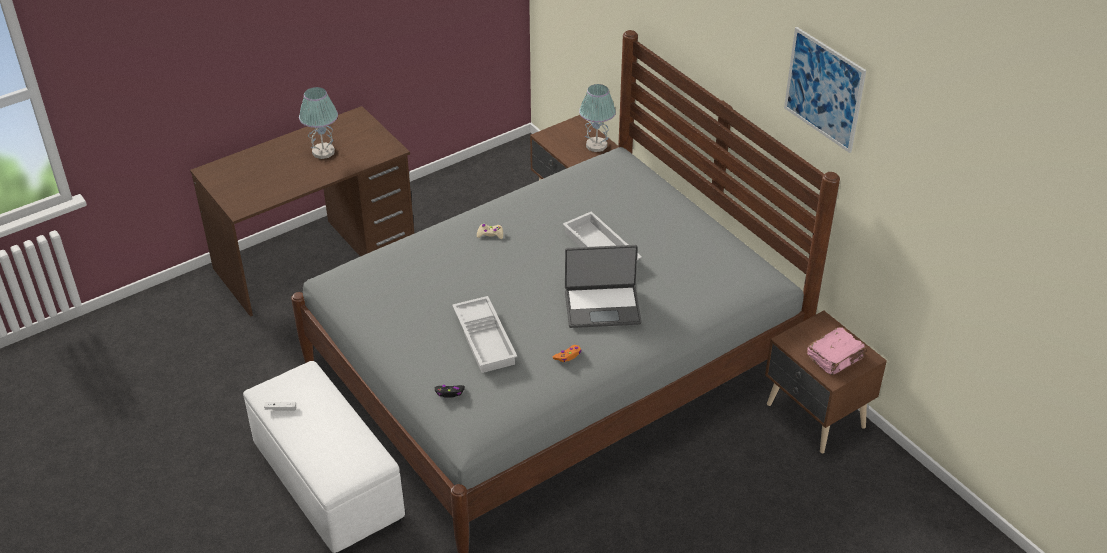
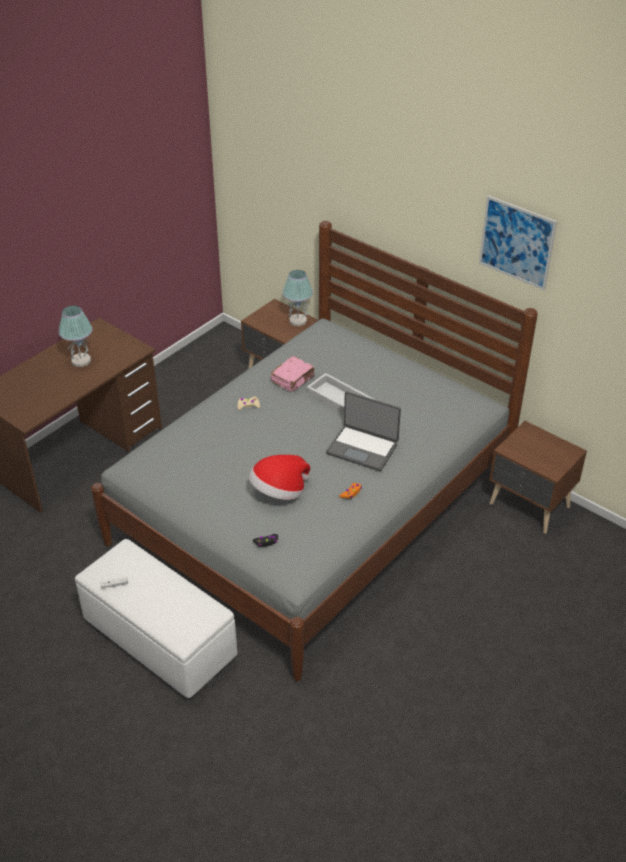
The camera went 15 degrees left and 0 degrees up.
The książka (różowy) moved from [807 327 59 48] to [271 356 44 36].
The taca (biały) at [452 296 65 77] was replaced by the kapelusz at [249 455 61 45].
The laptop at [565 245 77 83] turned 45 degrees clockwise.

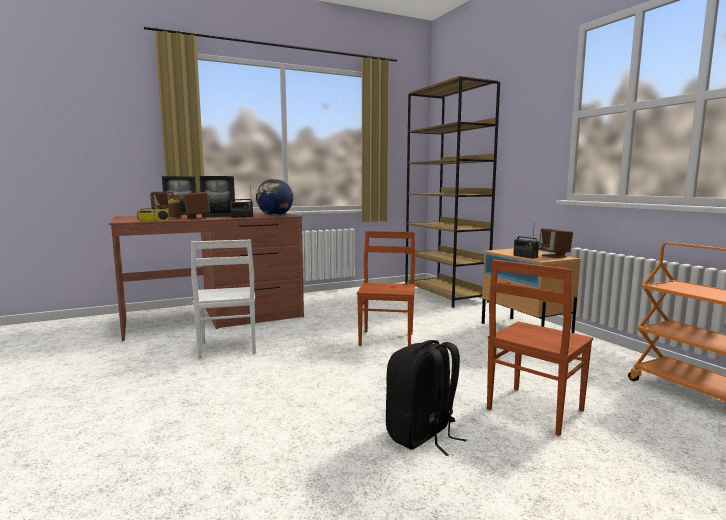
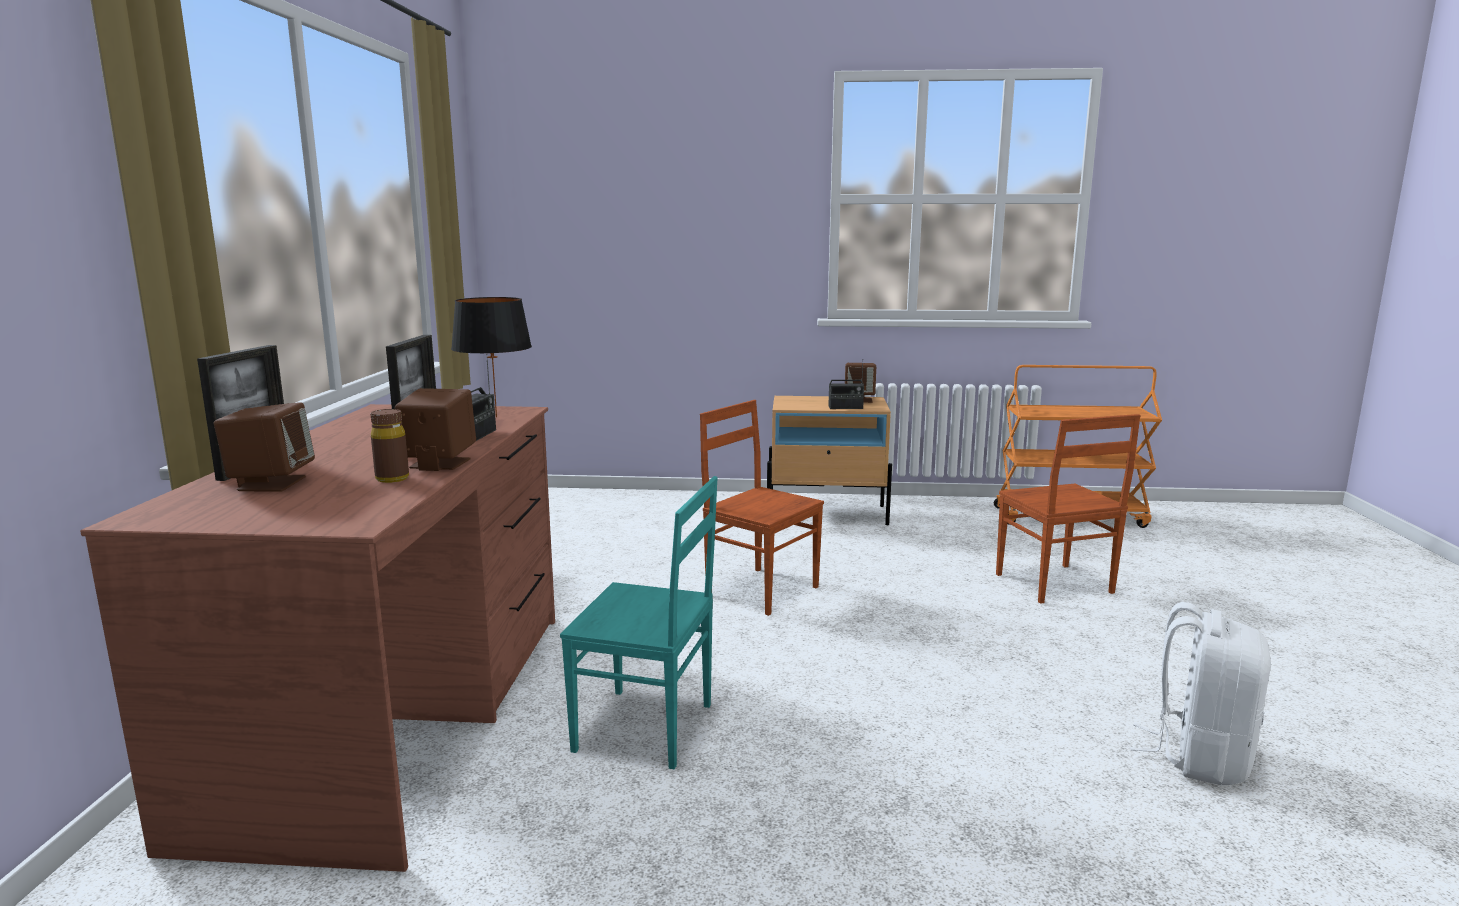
The camera went 60 degrees left and 5 degrees up.
The radio at [137 193 32 28] disappeared.
The plecak (czarny) at [386 340 81 116] disappeared.
The regał (brązowy) at [405 76 95 232] disappeared.
The plecak (biały) at [1130 602 141 183] appeared.
The globus at [256 179 37 37] was replaced by the lampa stołowa (czarny) at [451 297 81 120].
The krzesło (biały) at [191 240 65 119] became the krzesło (turkusowy) at [560 476 158 293].

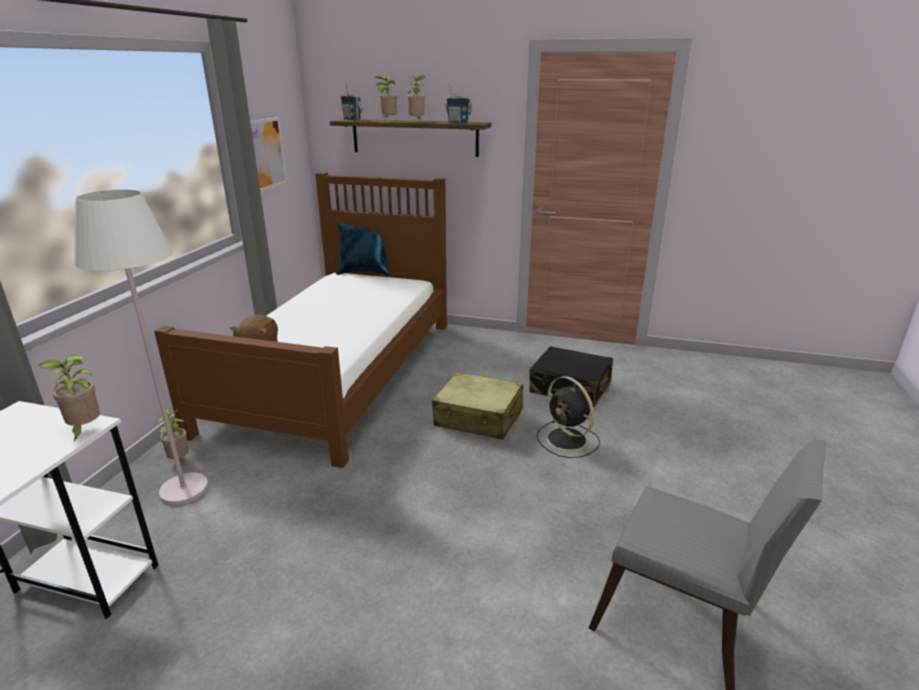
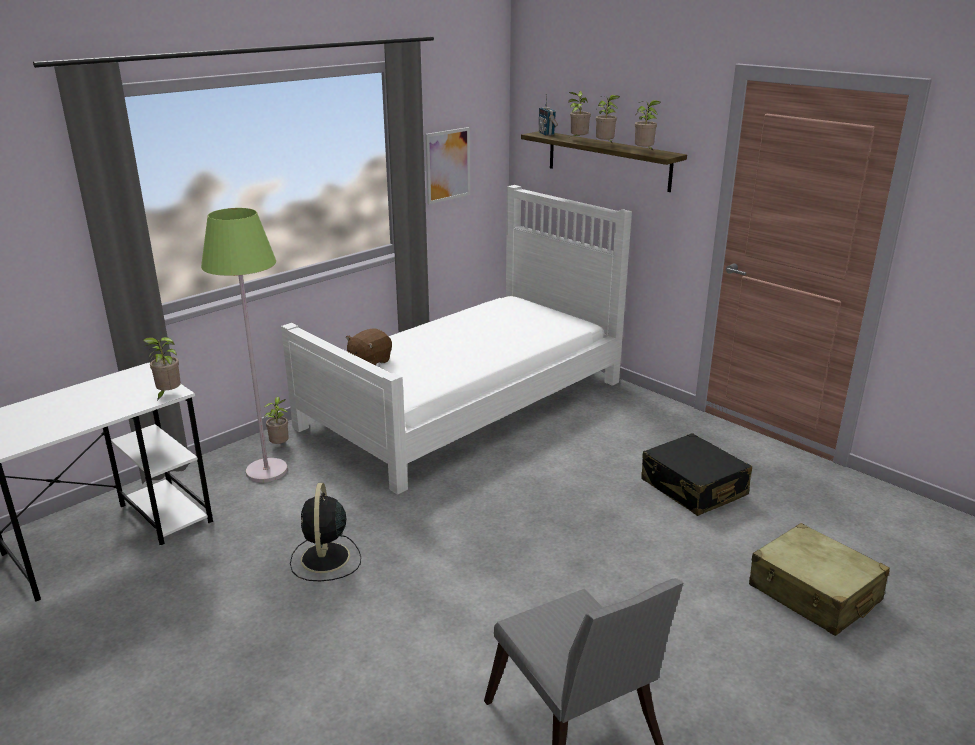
The camera went 30 degrees right and 0 degrees up.
The poduszka (niebieski) at [336 223 54 52] disappeared.
The walizka (beżowy) moved from [432 372 91 68] to [749 523 141 113].
The wentylator (czarny) moved from [537 376 63 82] to [290 483 71 98].
The radio at [445 84 27 39] was replaced by the roślina doniczkowa at [635 100 26 50].
The lampa stojąca (biały) at [74 190 134 315] became the lampa stojąca (zielony) at [201 208 86 275].
The łóżko (brązowy) at [154 172 293 296] became the łóżko (biały) at [281 185 351 310].

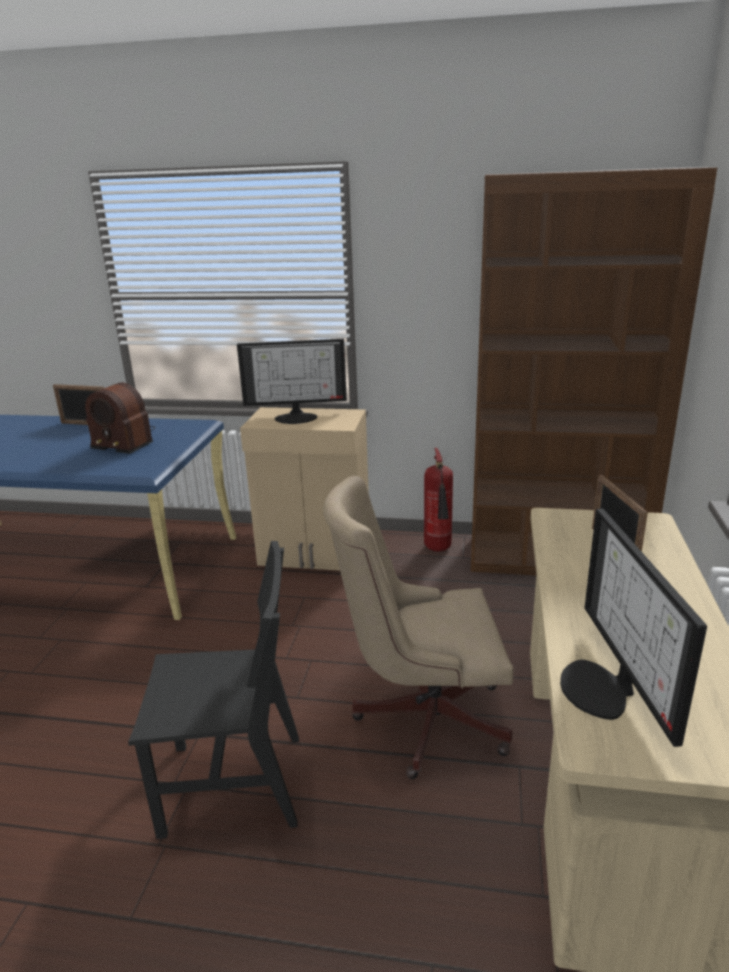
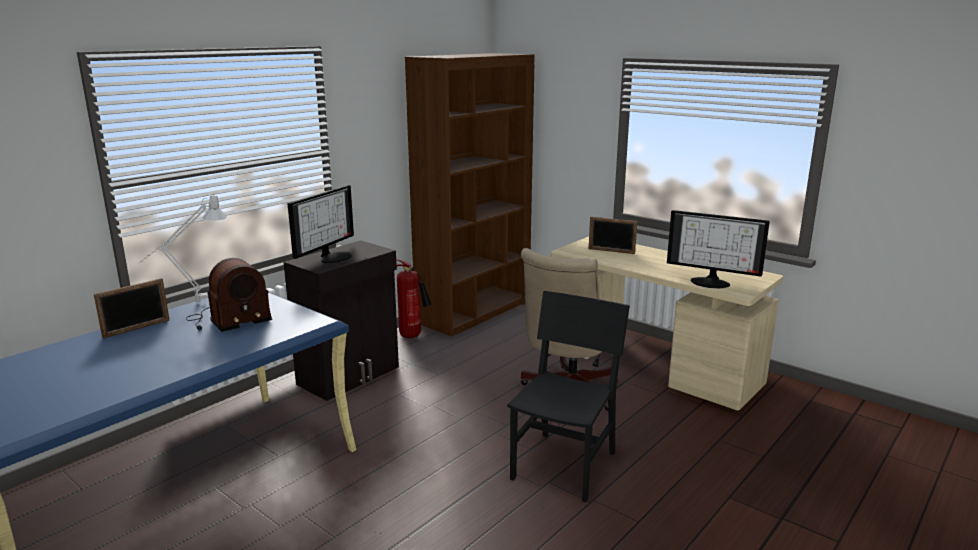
The camera went 60 degrees left and 5 degrees down.
The lampa stołowa (szary) at [138 194 89 108] appeared.
The szafka (beżowy) at [240 407 129 164] became the szafka (czarny) at [284 240 115 161].

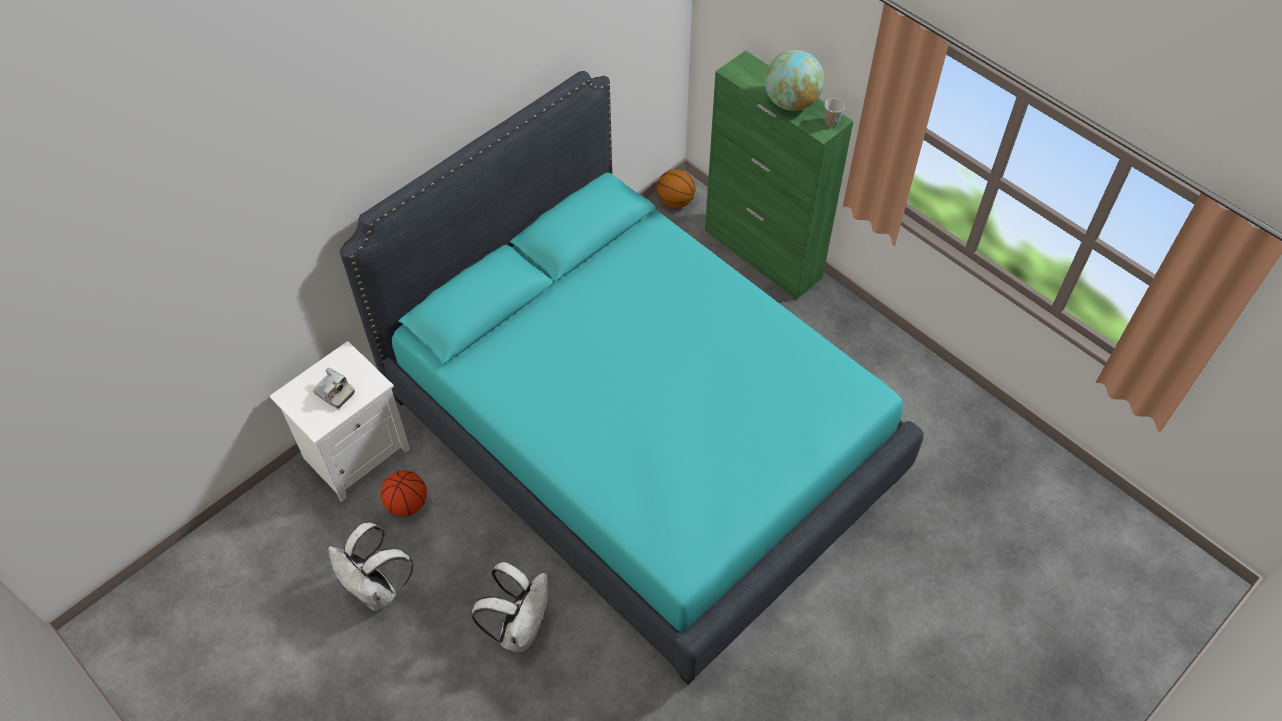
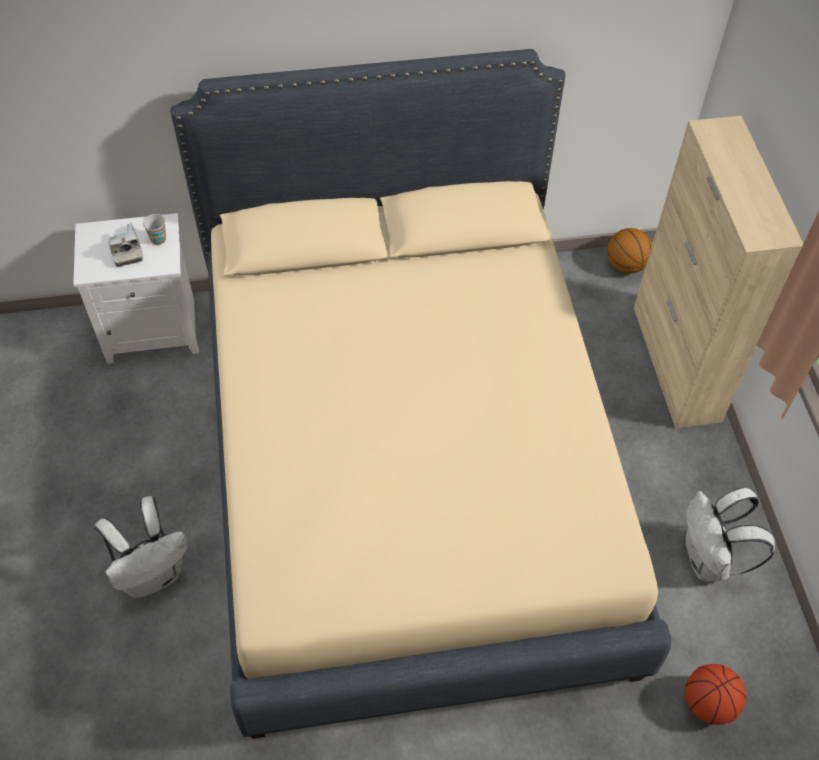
The camera went 35 degrees right and 0 degrees up.
The globus at [765 50 60 61] disappeared.
The plecak (biały) moved from [328 523 85 88] to [686 487 89 95].
The piłka do koszykówki moved from [381 470 46 46] to [685 664 61 61].
The filiżanka moved from [825 98 20 29] to [143 214 23 31].
The łóżko (turkusowy) at [340 71 584 614] became the łóżko (beżowy) at [170 49 501 690].
The szafka (zielony) at [705 50 149 250] became the szafka (beżowy) at [634 116 169 312].

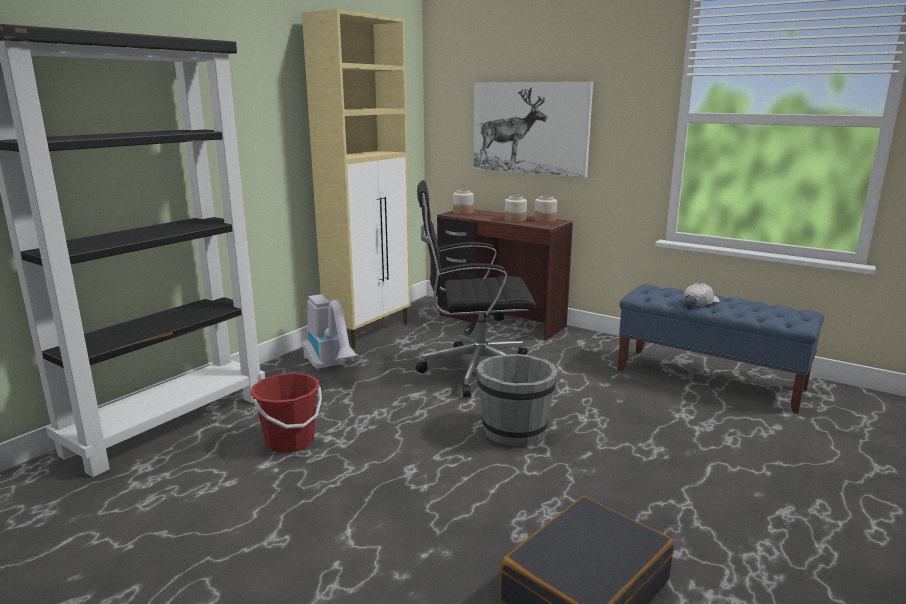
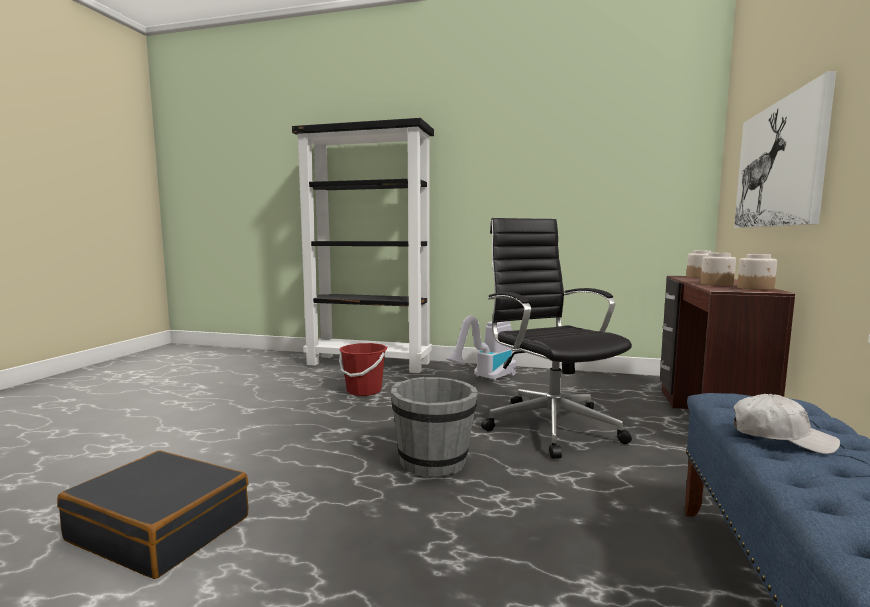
The camera went 70 degrees right and 10 degrees down.
The szafka (beżowy) at [302 9 109 339] disappeared.

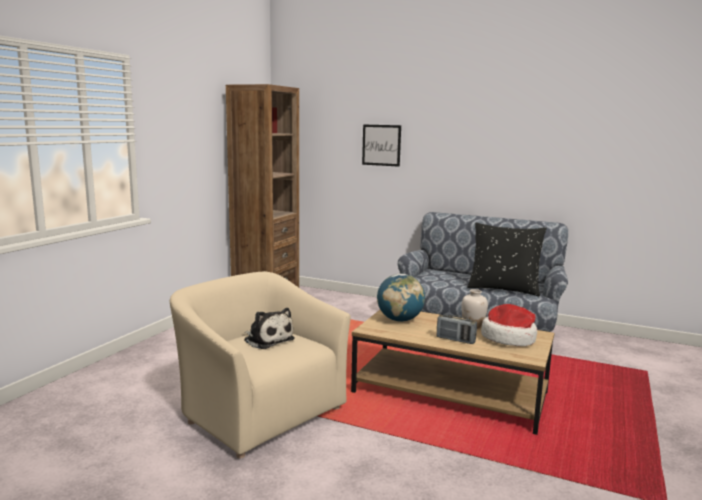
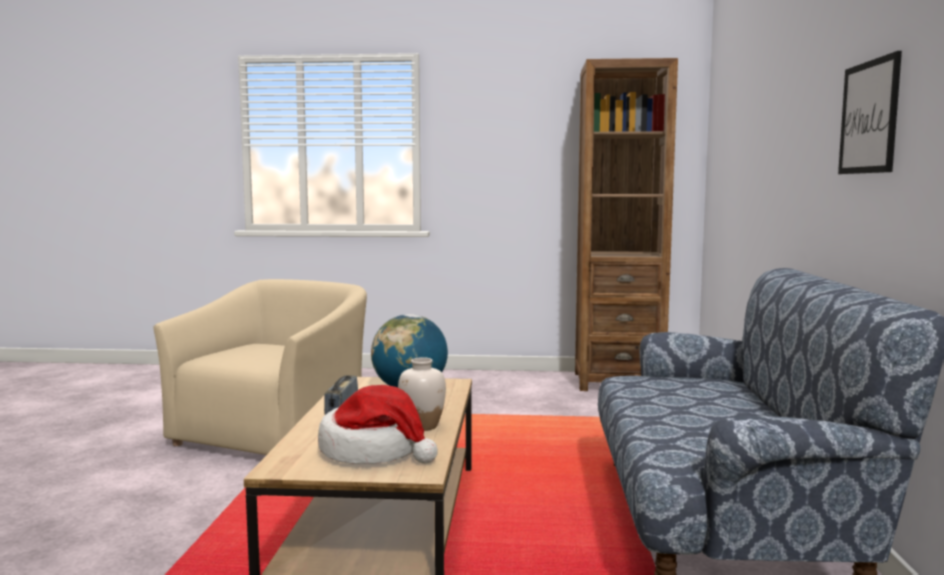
The camera went 70 degrees right and 5 degrees down.
The pluszak at [244 308 51 41] disappeared.
The poduszka (czarny) at [467 223 80 73] disappeared.
The obraz moved from [362 125 39 42] to [838 51 64 123].

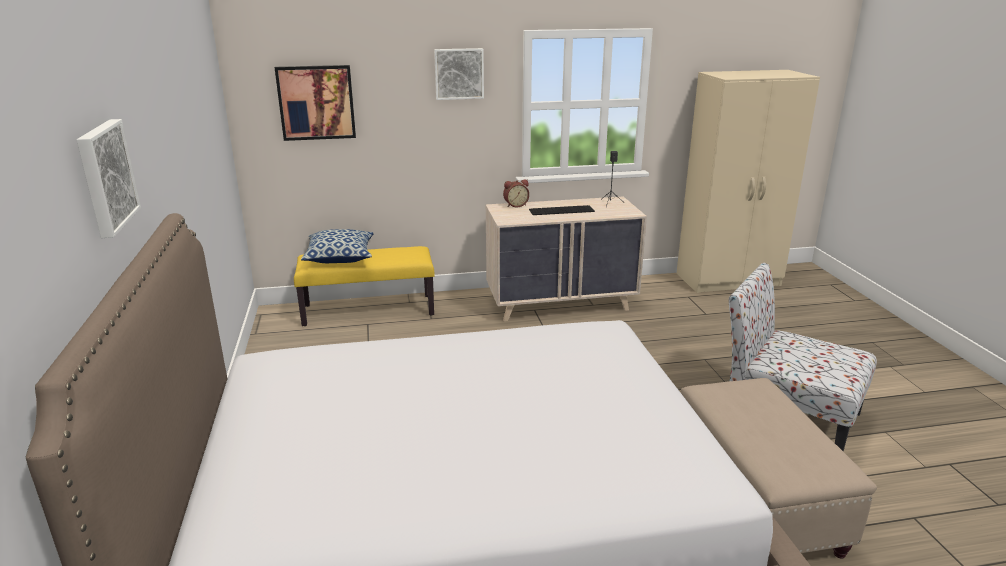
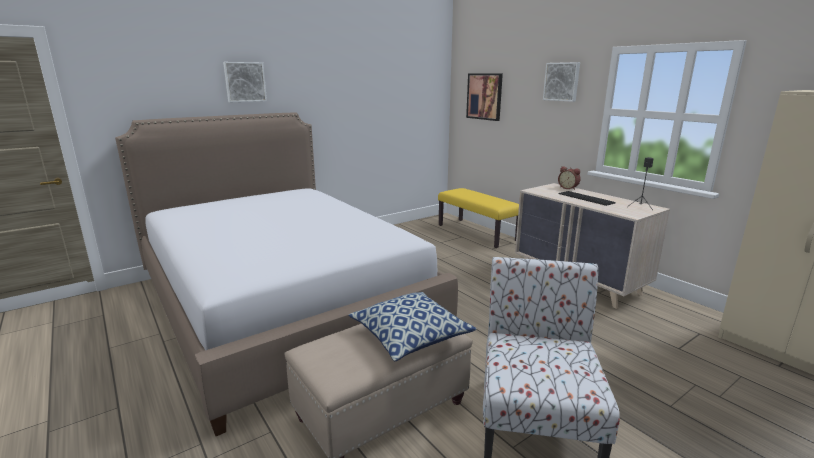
The camera went 65 degrees right and 5 degrees down.
The poduszka moved from [301 229 73 34] to [348 292 129 69].

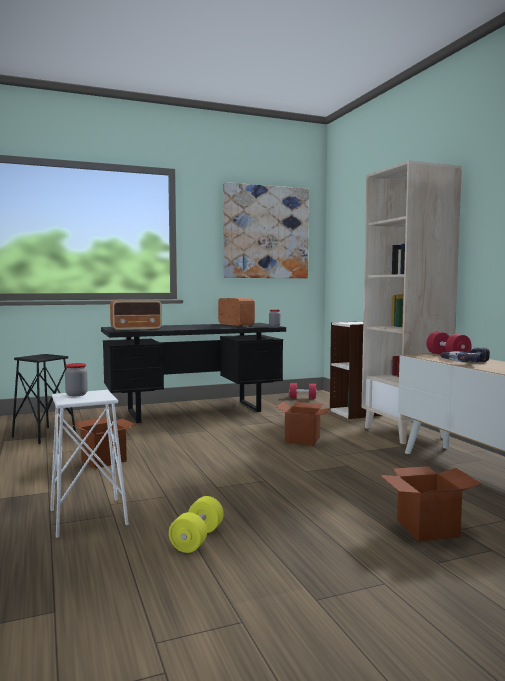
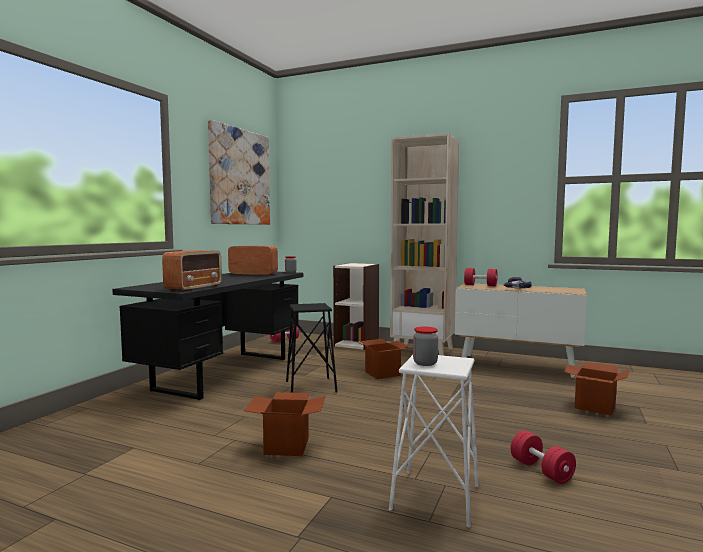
The camera went 45 degrees left and 0 degrees up.
The stołek (czarny) moved from [12 354 64 90] to [286 303 51 90].
The hantel (żółty) at [169 496 55 57] became the hantel (czerwony) at [511 431 65 53].

